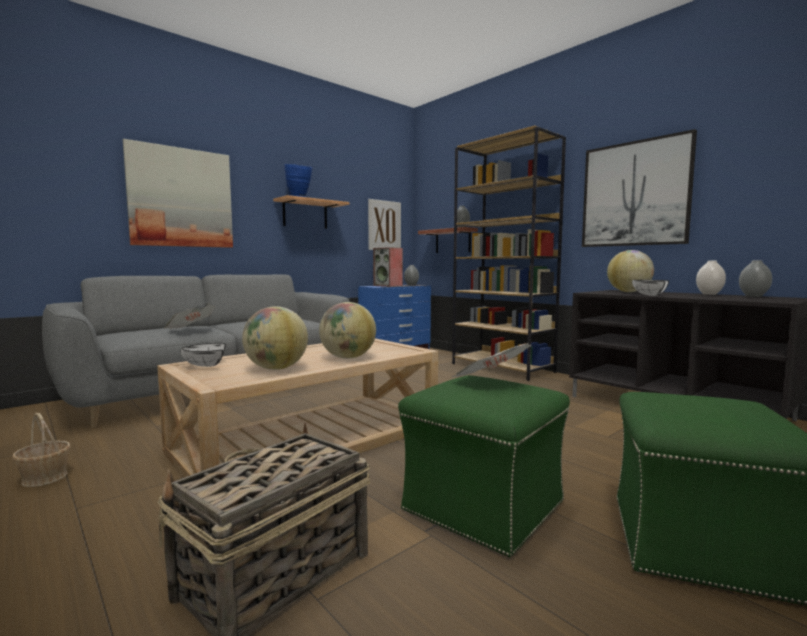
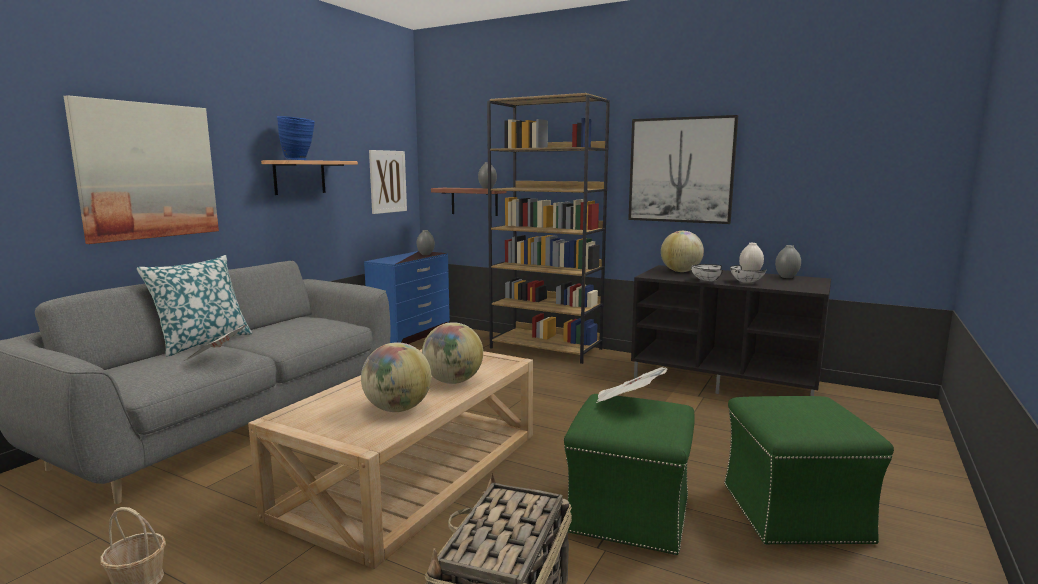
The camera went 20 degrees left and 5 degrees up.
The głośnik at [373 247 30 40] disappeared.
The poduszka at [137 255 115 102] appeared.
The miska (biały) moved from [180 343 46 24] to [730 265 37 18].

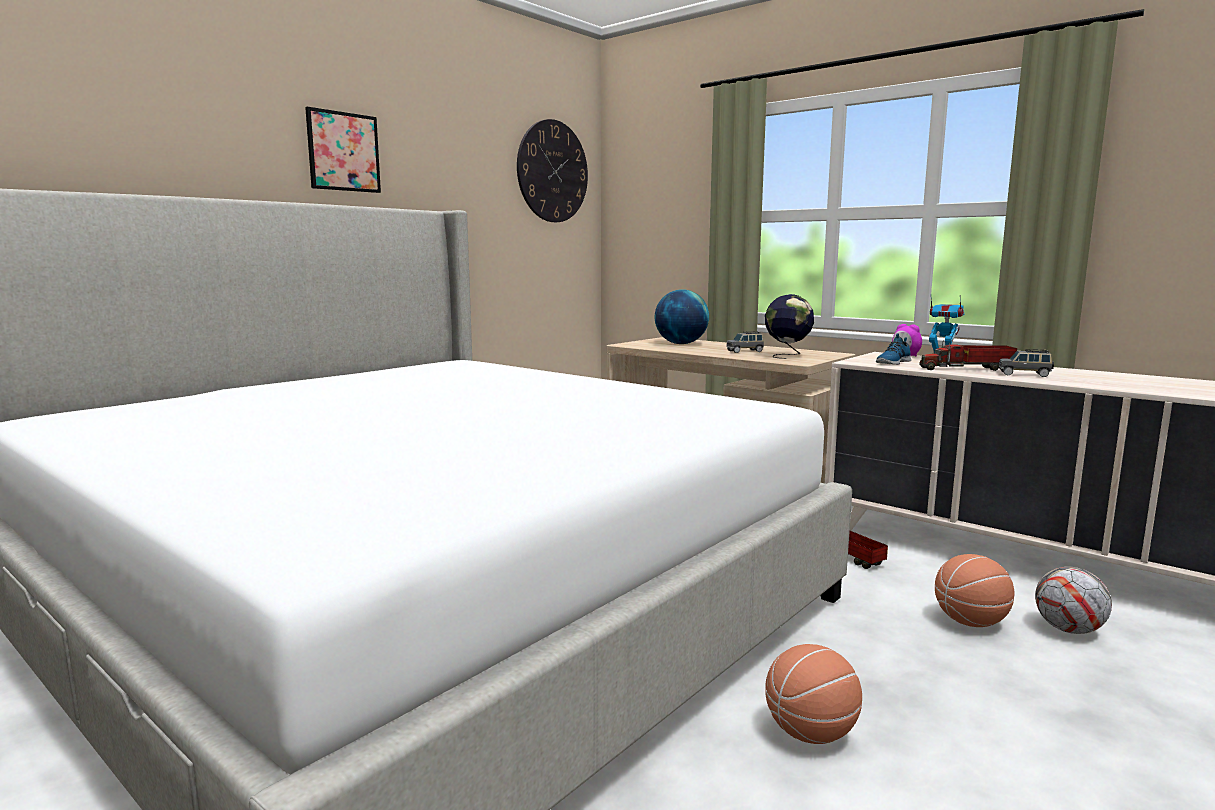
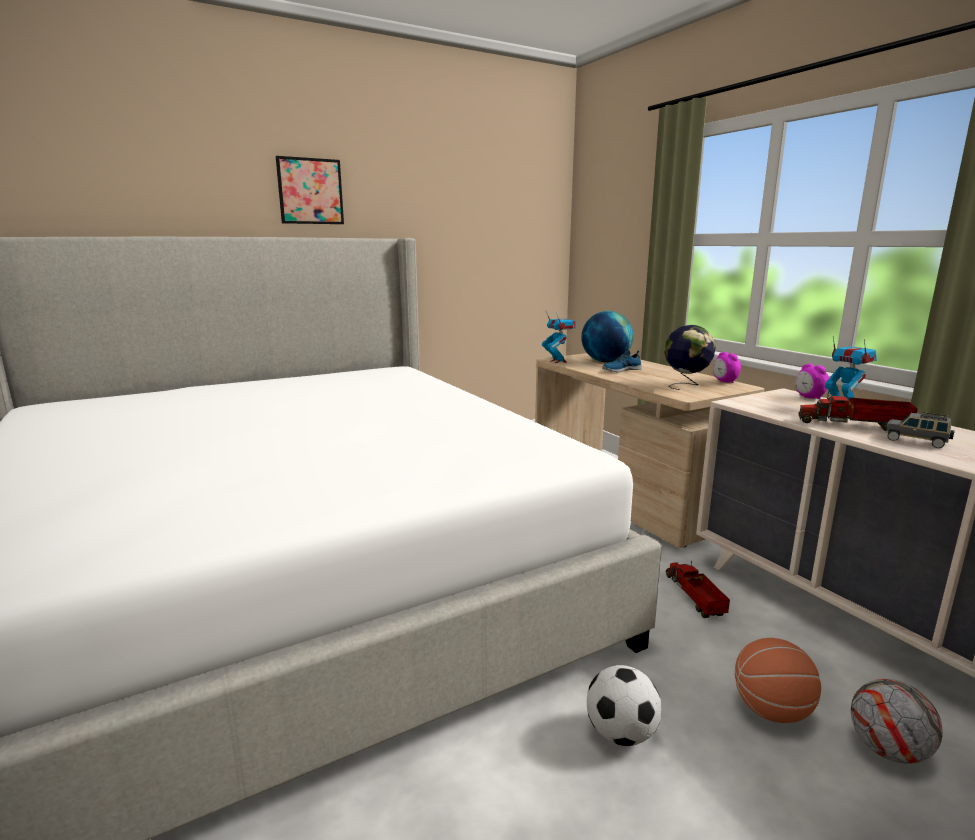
The camera went 20 degrees right and 5 degrees up.
The zegar ścienny at [517 119 71 103] disappeared.
The samochodzik (szary) at [726 331 38 22] disappeared.
The piłka do koszykówki at [765 644 97 100] disappeared.
The robot zabawkowy at [542 310 34 53] appeared.
The piłka futbolowa at [587 665 74 81] appeared.
The budzik at [713 352 28 31] appeared.
The but moved from [876 333 35 32] to [602 347 40 25].

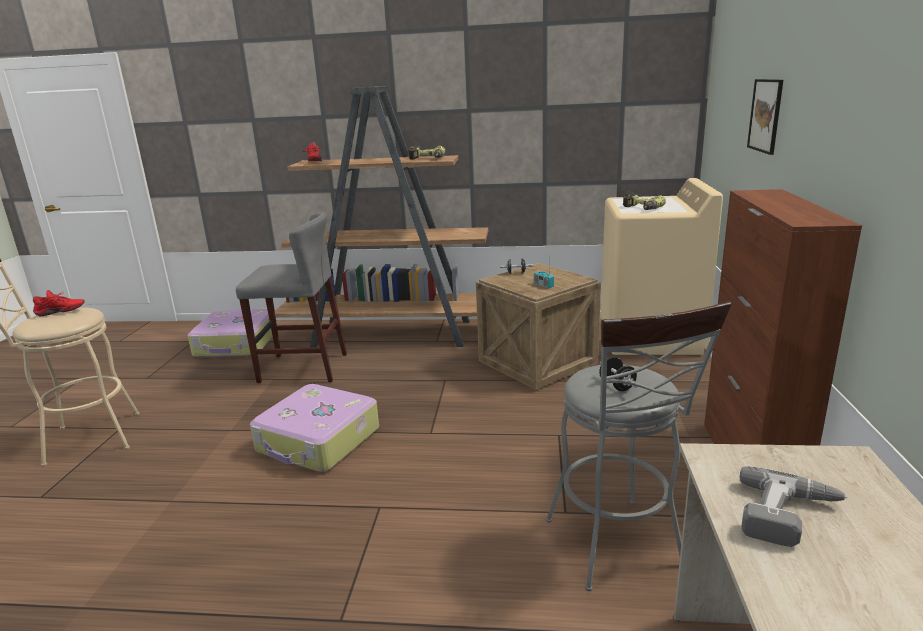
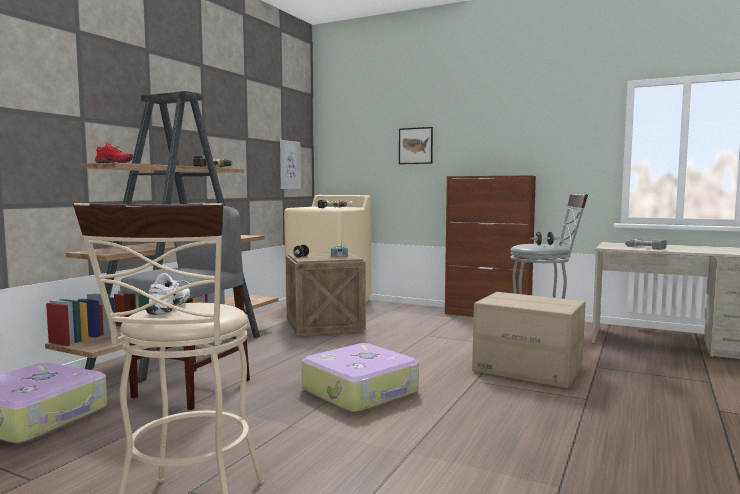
The camera went 70 degrees left and 15 degrees down.
The obraz at [280 140 21 49] appeared.
The karton at [472 292 114 96] appeared.
The but (czerwony) at [33 290 52 26] became the but (biały) at [146 273 44 42].

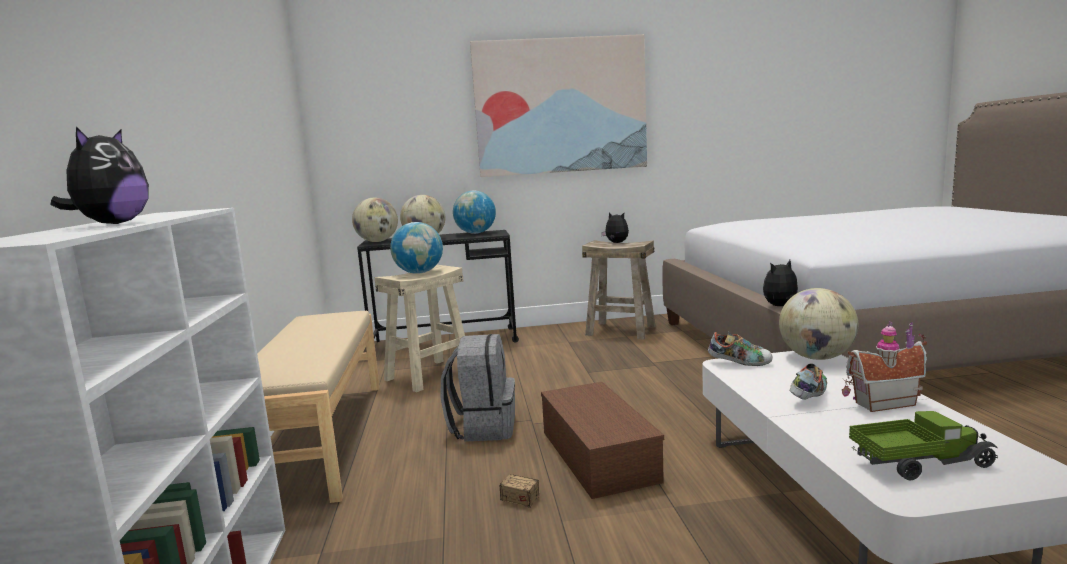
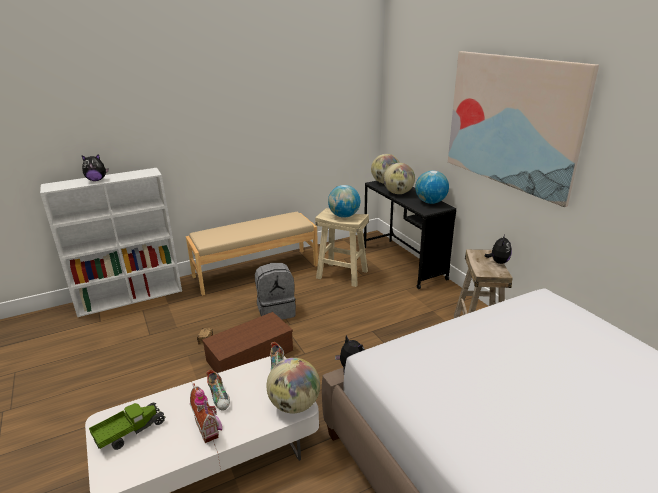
The camera went 70 degrees right and 15 degrees up.
The but at [790 364 37 36] turned 45 degrees clockwise.
The ciężarówka zabawkowa at [849 411 149 69] turned 105 degrees counterclockwise.

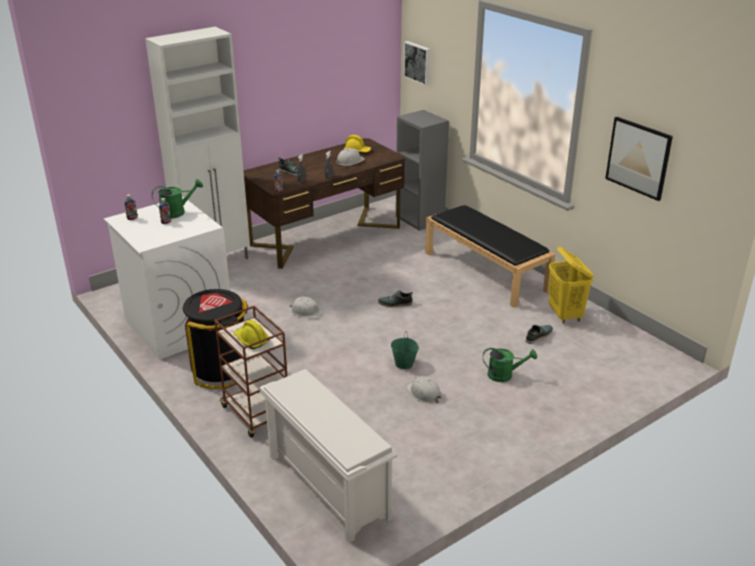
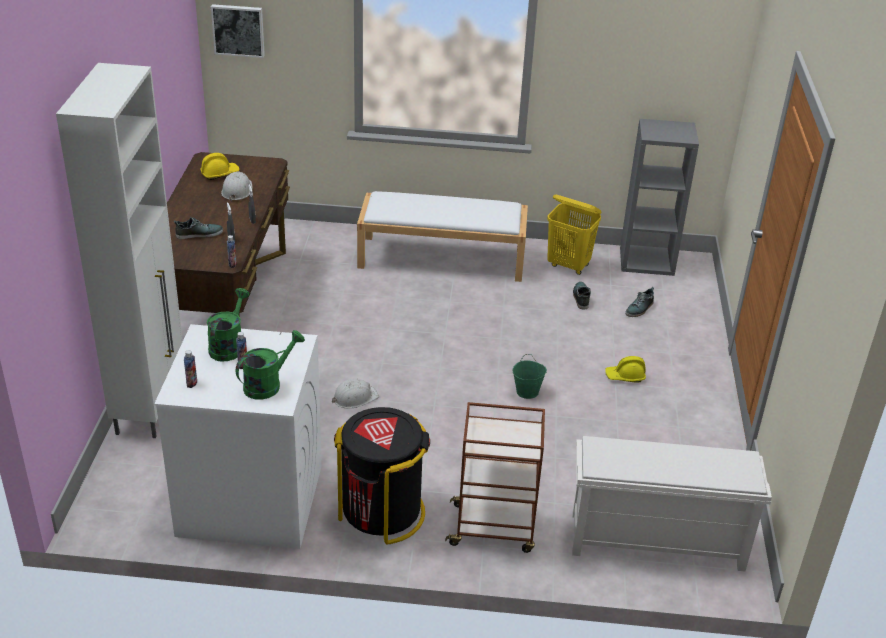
The camera went 50 degrees left and 5 degrees up.
The kask (biały) at [406 376 36 27] disappeared.
The obraz at [605 117 68 84] disappeared.
The kask (żółty) moved from [233 320 37 29] to [605 356 41 27].
The but moved from [378 291 35 16] to [625 287 29 30].
The regał (szary) moved from [396 110 53 121] to [620 119 79 157].
The konewka (zielony) moved from [483 348 54 34] to [236 330 69 70].
The ławka (czarny) at [425 205 130 103] became the ławka (biały) at [357 191 171 91].

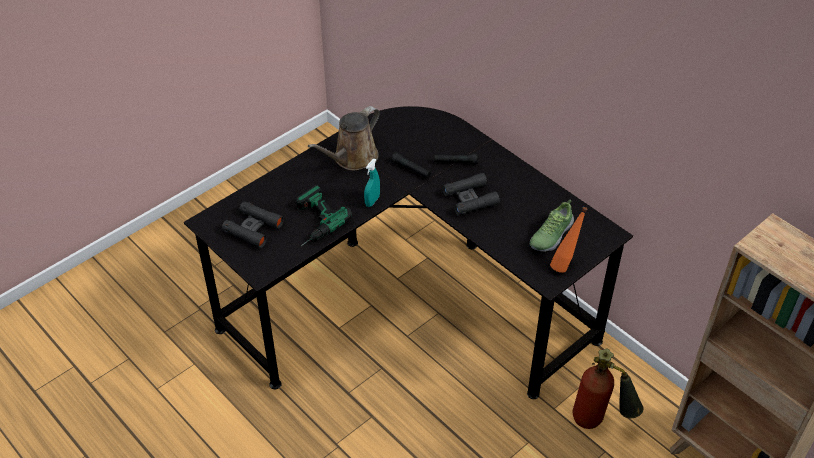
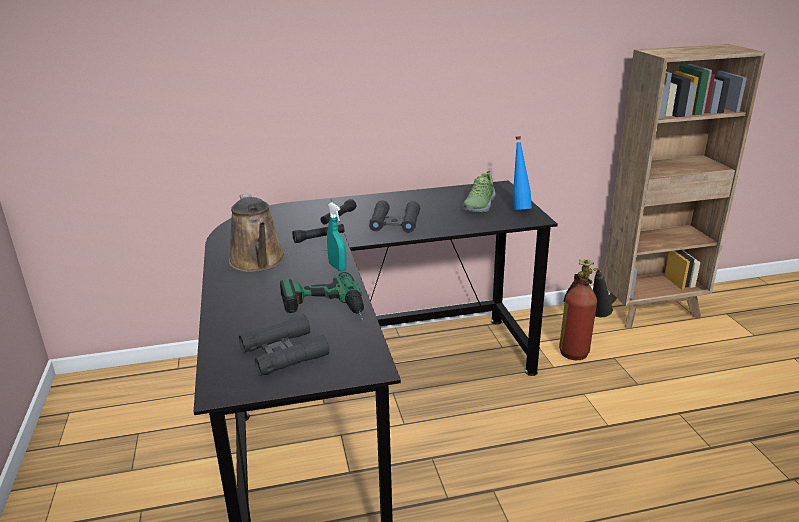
The camera went 60 degrees left and 20 degrees down.
The butelka (pomarańczowy) at [550 207 38 66] became the butelka (niebieski) at [513 136 19 74].
The but at [530 200 44 52] turned 45 degrees clockwise.

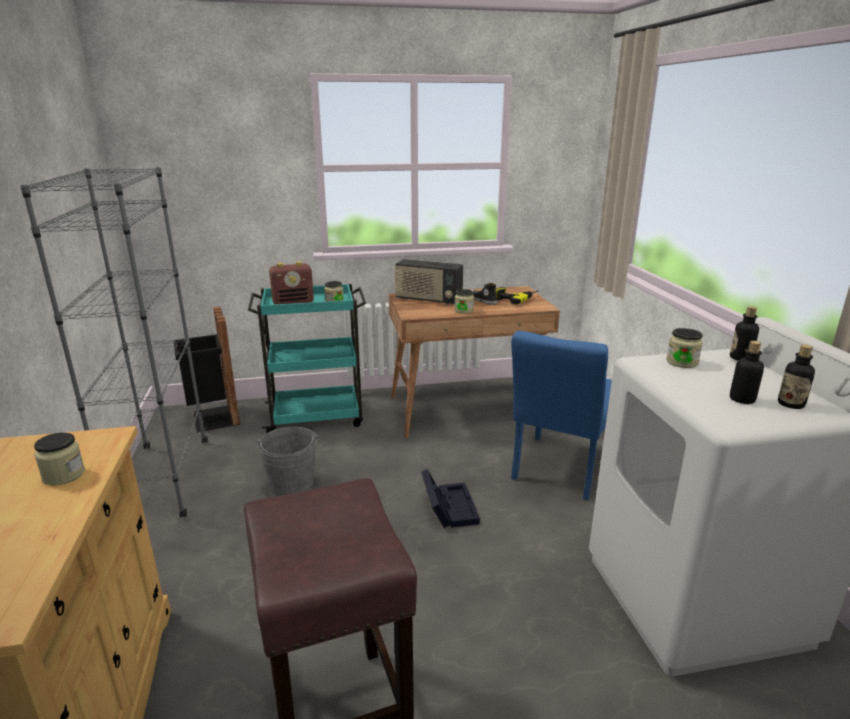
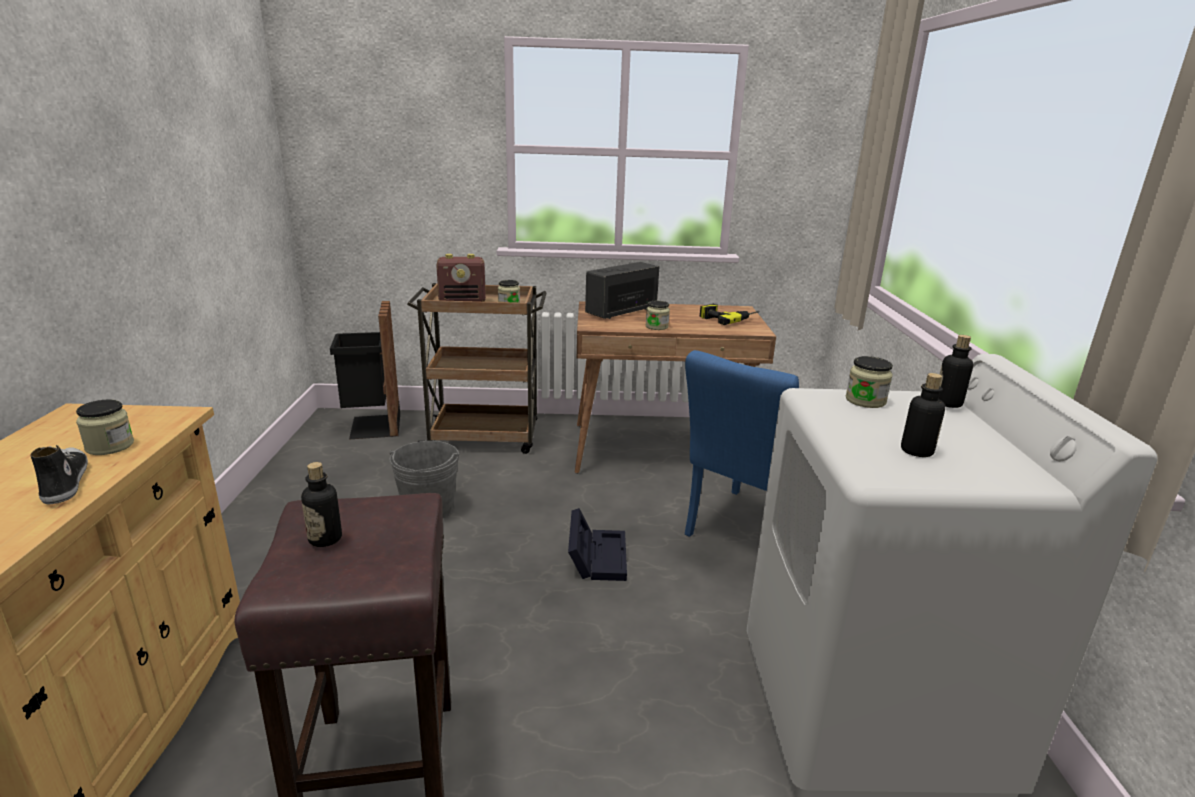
The camera went 10 degrees right and 0 degrees up.
The regał (szary) at [20 167 187 350] disappeared.
The but moved from [472 283 26 22] to [30 445 58 59].
The butelka moved from [778 344 37 65] to [301 462 41 85].
The wózek (turkusowy) at [248 284 118 149] became the wózek (brązowy) at [407 283 139 171].
The radio at [394 259 69 46] turned 105 degrees clockwise.

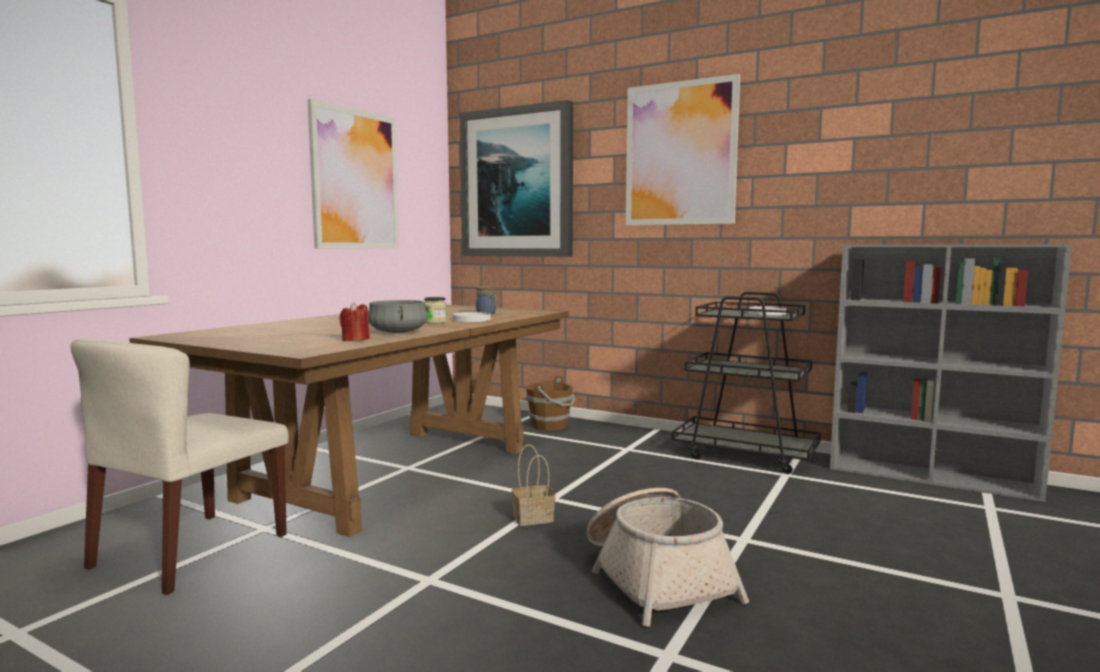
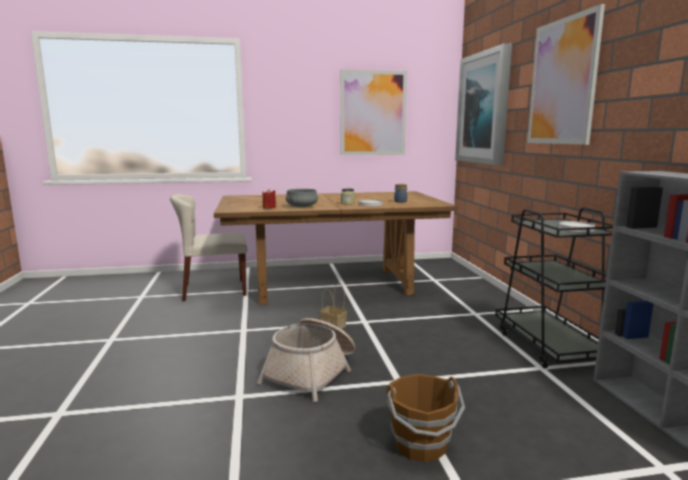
The camera went 50 degrees right and 5 degrees up.
The wiadro (brązowy) moved from [526 376 49 55] to [387 374 78 88].

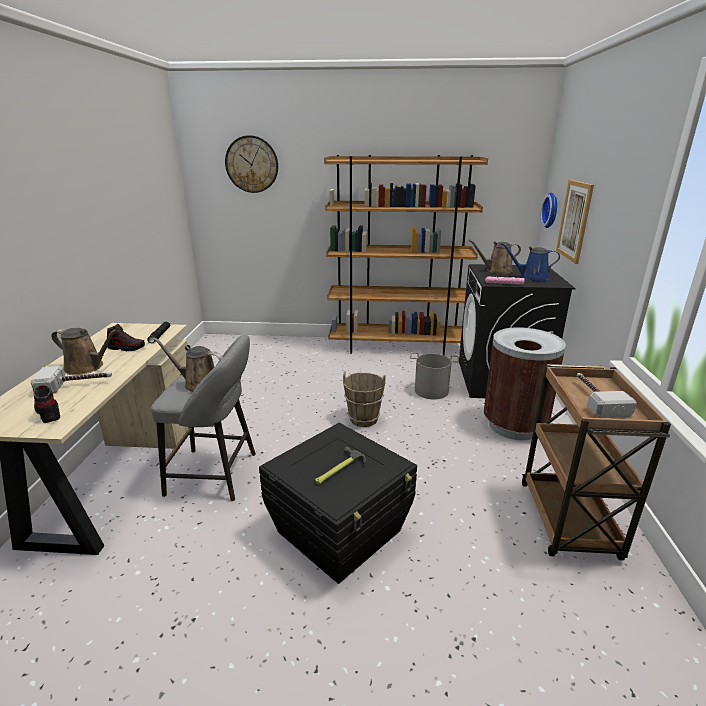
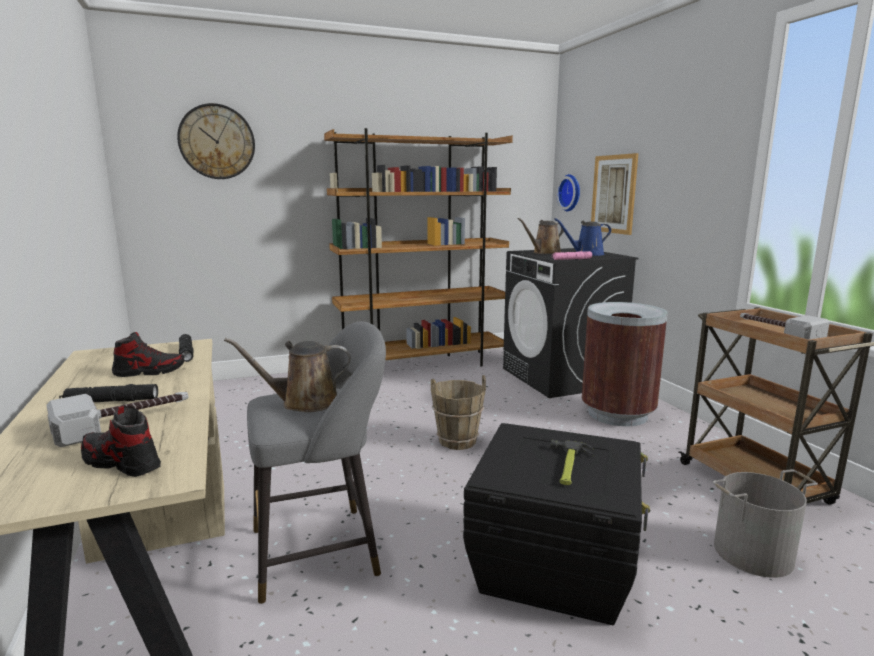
The camera went 25 degrees left and 10 degrees down.
The wiadro (szary) moved from [410 352 49 47] to [713 469 105 109].
The konewka (brązowy) at [51 328 66 47] was replaced by the latarka (czarny) at [59 384 99 18].

